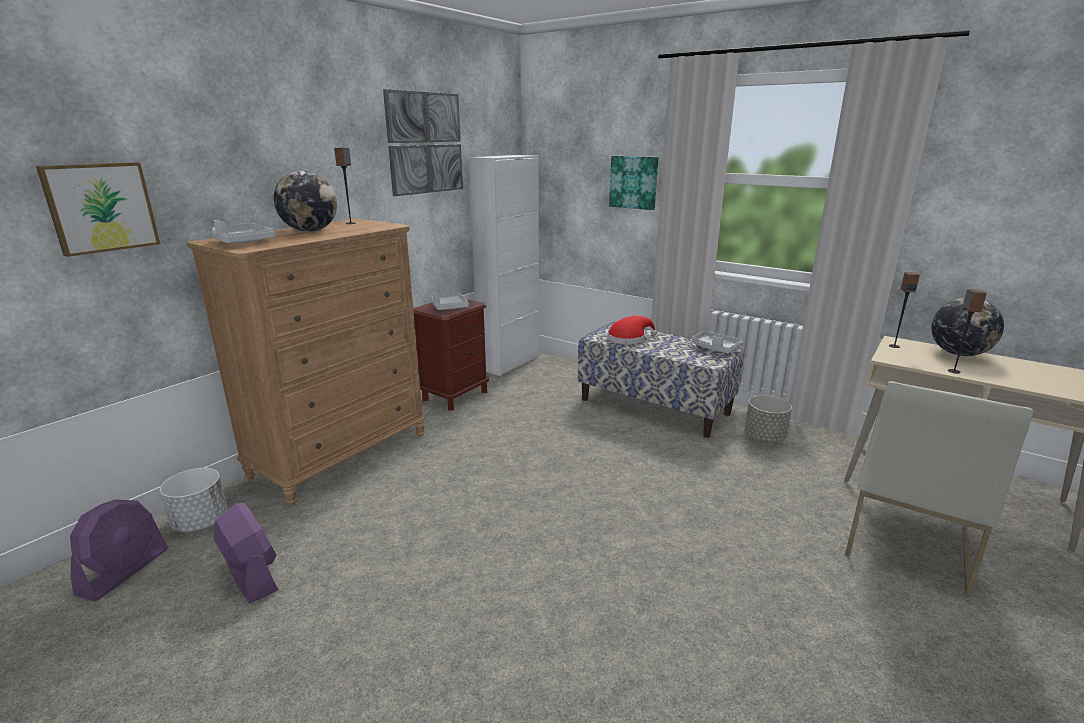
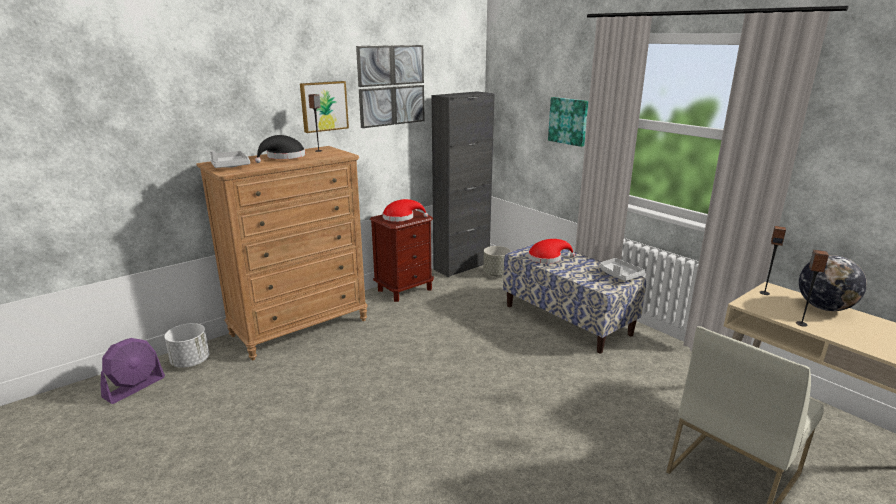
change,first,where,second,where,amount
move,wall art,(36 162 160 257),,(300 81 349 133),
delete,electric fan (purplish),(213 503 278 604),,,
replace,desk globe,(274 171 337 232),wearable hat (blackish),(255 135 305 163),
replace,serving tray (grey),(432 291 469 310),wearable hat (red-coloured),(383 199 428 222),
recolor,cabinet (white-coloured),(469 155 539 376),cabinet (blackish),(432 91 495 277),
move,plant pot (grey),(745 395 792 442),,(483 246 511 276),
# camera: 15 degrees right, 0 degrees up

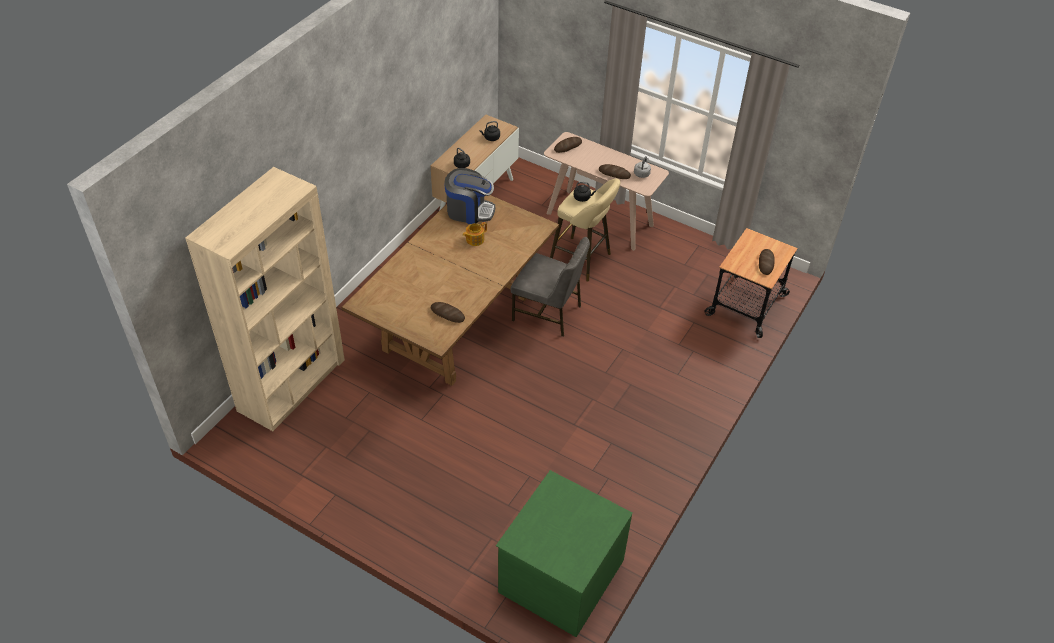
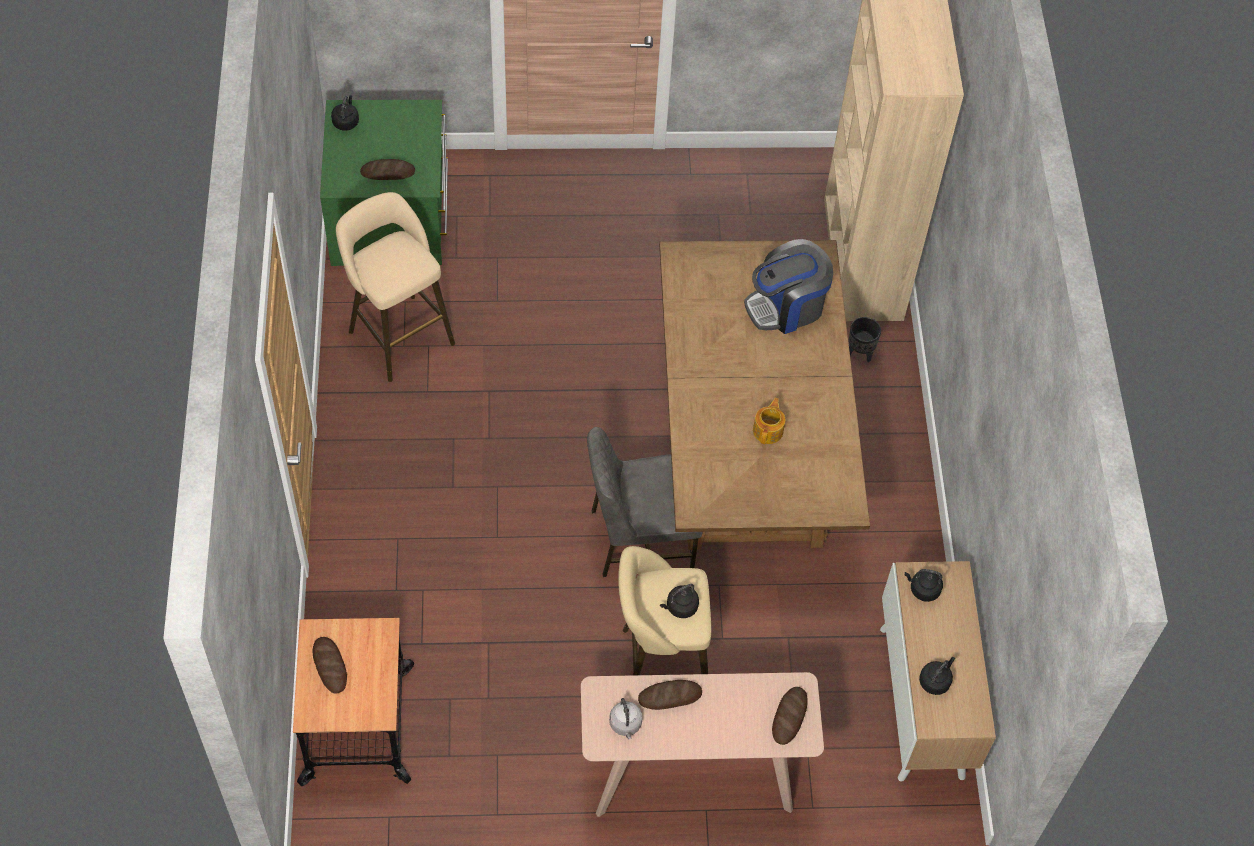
change,first,where,second,where,amount
move,baked bread,(431 302 465 323),,(360 159 415 180),
move,coffee maker,(444 168 495 224),,(744 239 833 334),
insert,,,tea kettle (blackish),(331 95 359 131),
insert,,,stool (sand-coloured),(336 192 455 382),
insert,,,plant pot (blackish),(849 317 881 362),
# camera: 145 degrees right, 10 degrees up

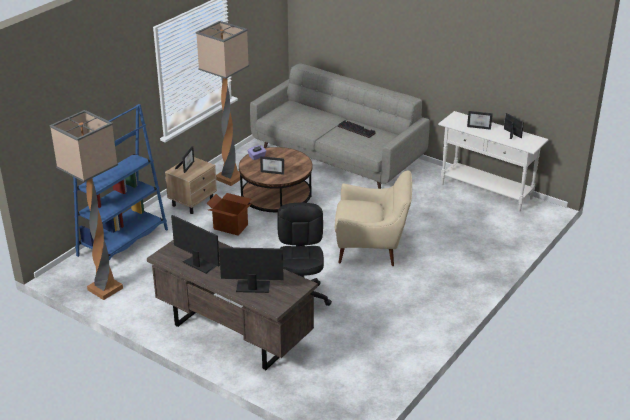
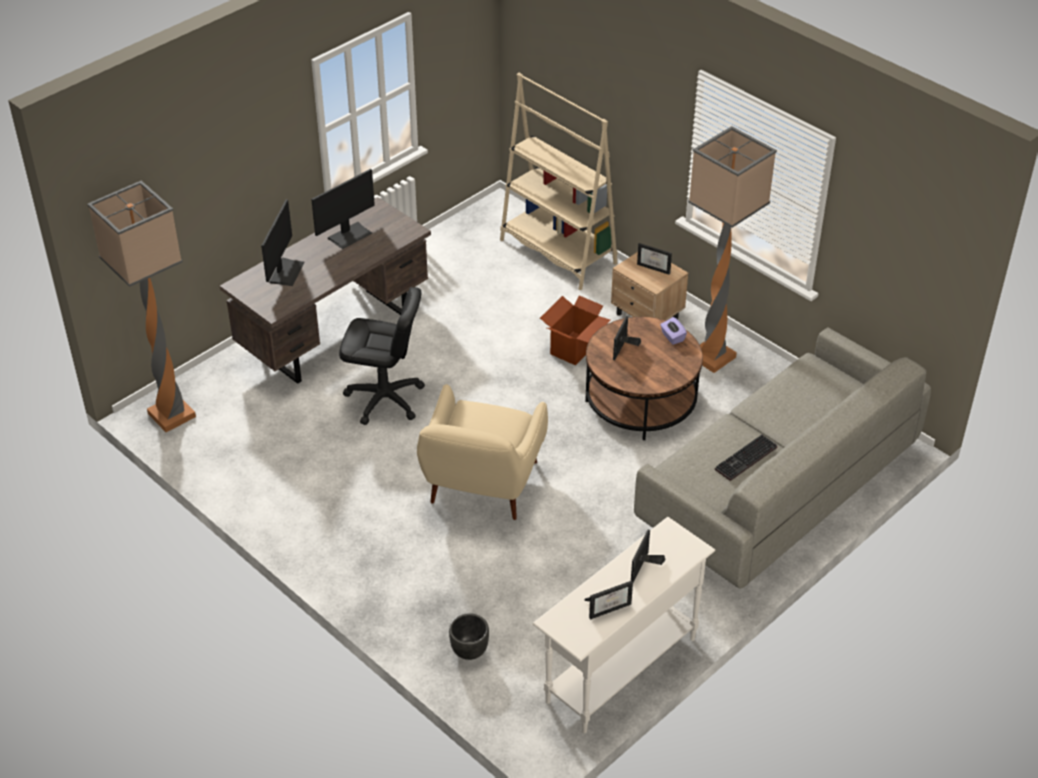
change,first,where,second,where,amount
move,standard lamp,(49 110 123 300),,(87 181 196 432),
recolor,shelving unit (bluish),(73 104 168 260),shelving unit (sand-coloured),(500 73 618 290),
insert,,,plant pot (blackish),(449 613 489 660),
# camera: 100 degrees right, 10 degrees up

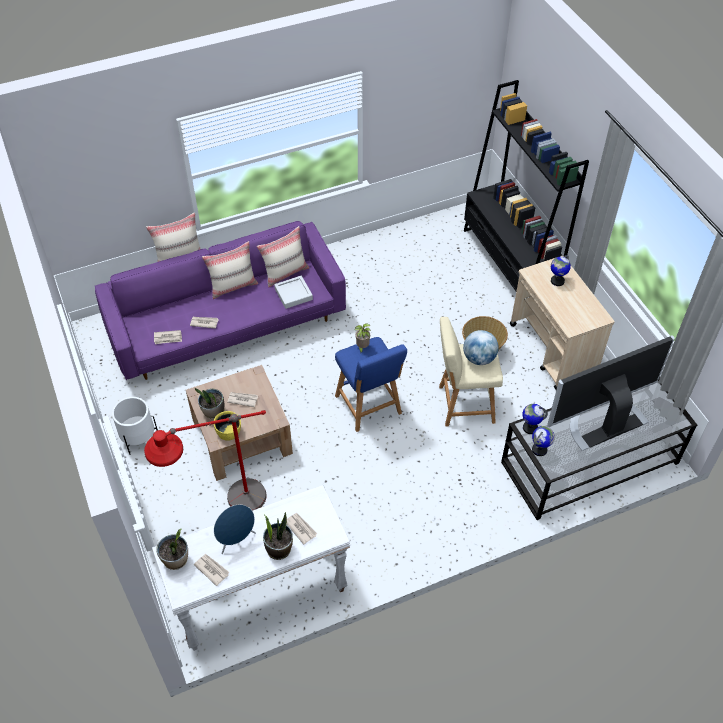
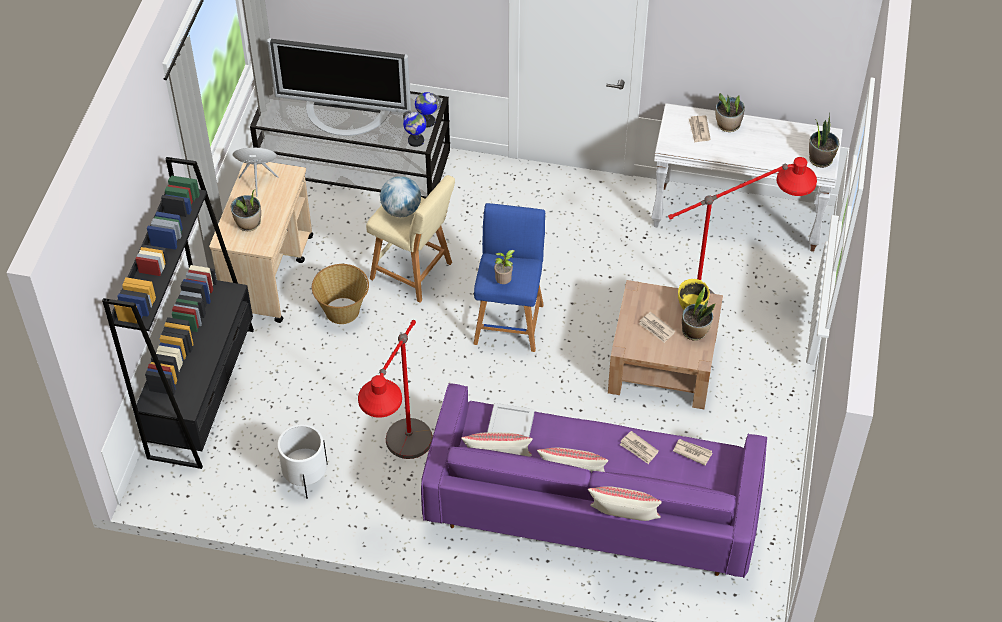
change,first,where,second,where,amount
move,plant pot (white-coloured),(112 397 158 455),,(277 424 328 499),
delete,daily paper,(194 554 230 586),,,
move,audio speaker (bluish),(214 505 256 554),,(233 148 278 197),
replace,desk globe,(551 255 571 286),houseplant,(231 189 261 231),
insert,,,standard lamp (red-coloured),(358 320 433 459),
# camera: 145 degrees left, 0 degrees up

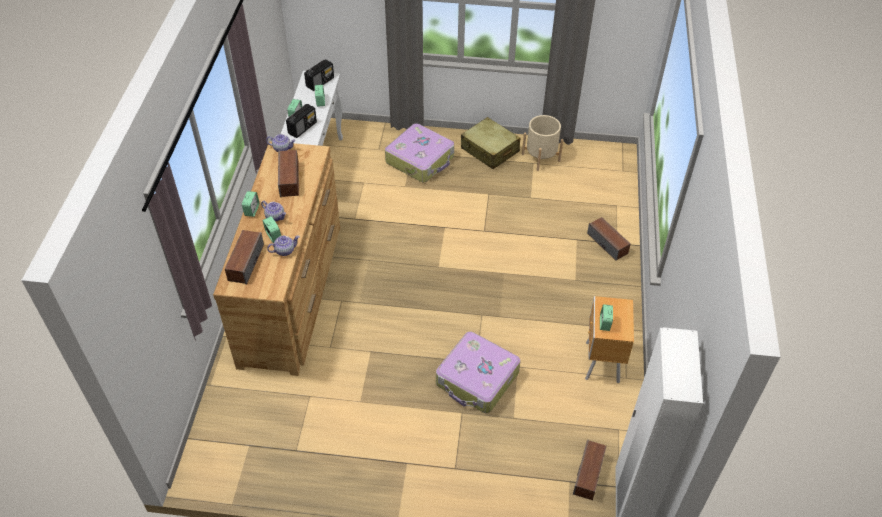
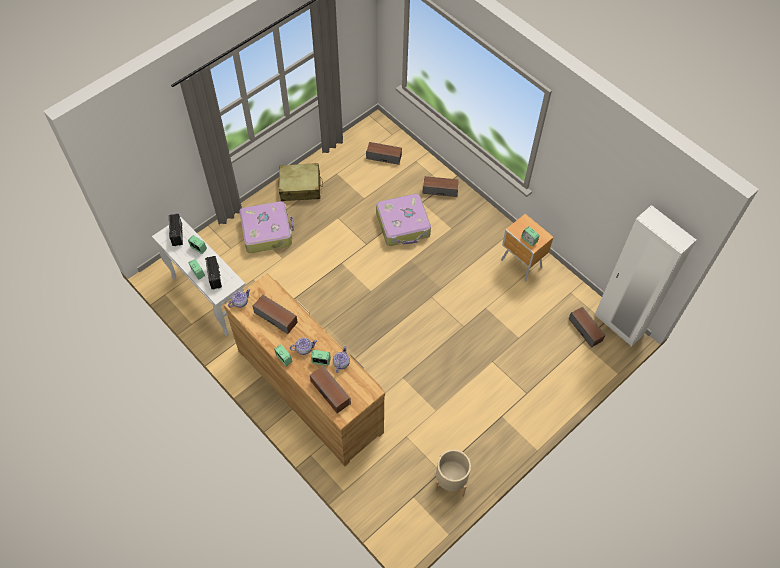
change,first,where,second,where,amount
move,suitcase,(436 331 521 413),,(376 194 431 246),
move,plant pot (sand-coloured),(522 115 563 171),,(434 450 471 497),
insert,,,audio speaker,(366 142 402 165),
# camera: 50 degrees left, 10 degrees up

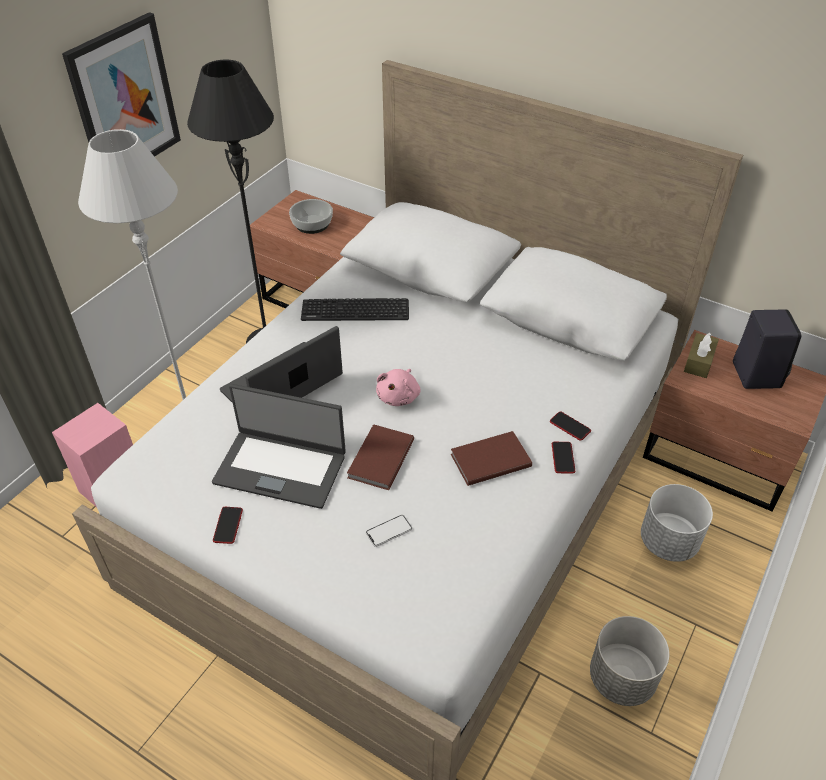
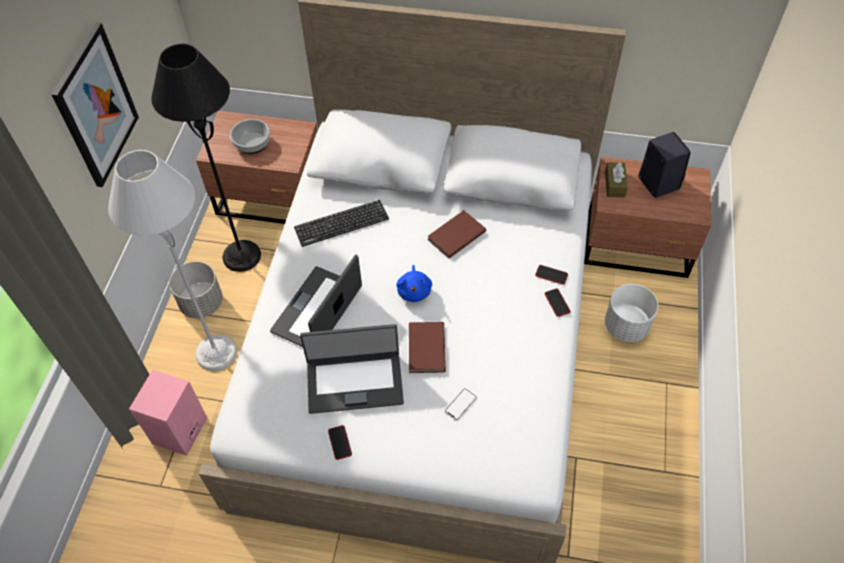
change,first,where,second,where,amount
recolor,cuddly toy (pink-coloured),(376 369 421 406),cuddly toy (bluish),(396 265 432 302),
move,volume (brown-coloured),(451 431 532 486),,(427 210 486 258),
move,plant pot (grey),(590 616 669 706),,(169 261 223 318),
# camera: 20 degrees left, 10 degrees up

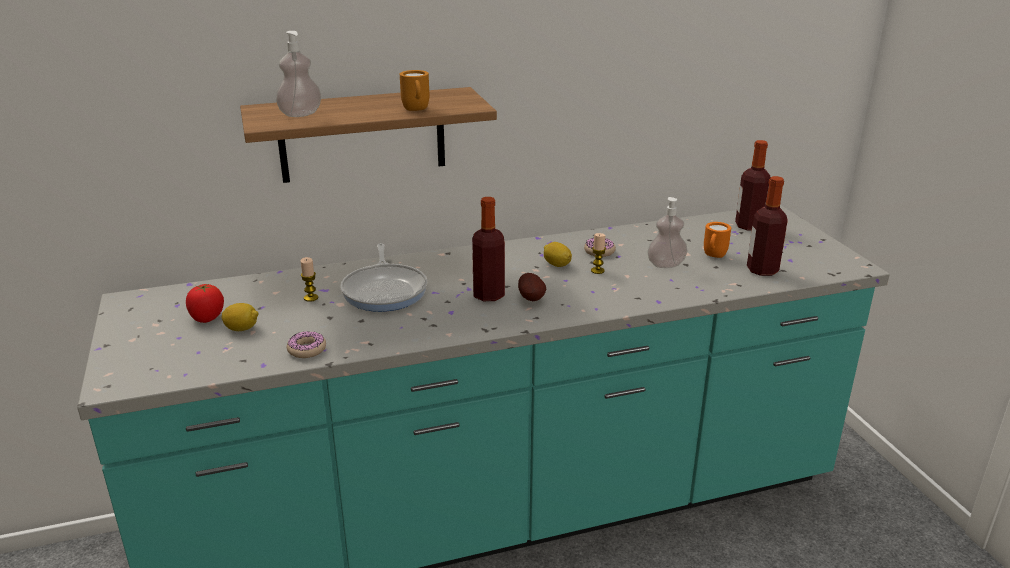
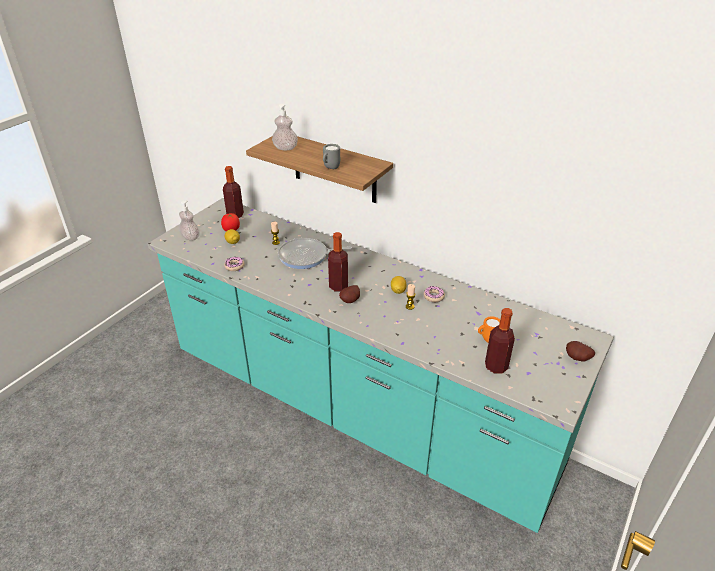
change,first,where,second,where,amount
rotate,skillet,(340 243 427 312),,(278 238 352 269),45 degrees clockwise
recolor,tea mug (orange-coloured),(400 70 429 111),tea mug (grey),(323 144 340 169),
move,soap bottle,(647 197 688 268),,(179 200 199 241),
move,drink bottle,(735 140 771 231),,(223 166 244 218),
insert,,,whole potato,(566 341 595 362),
# camera: 50 degrees right, 10 degrees up

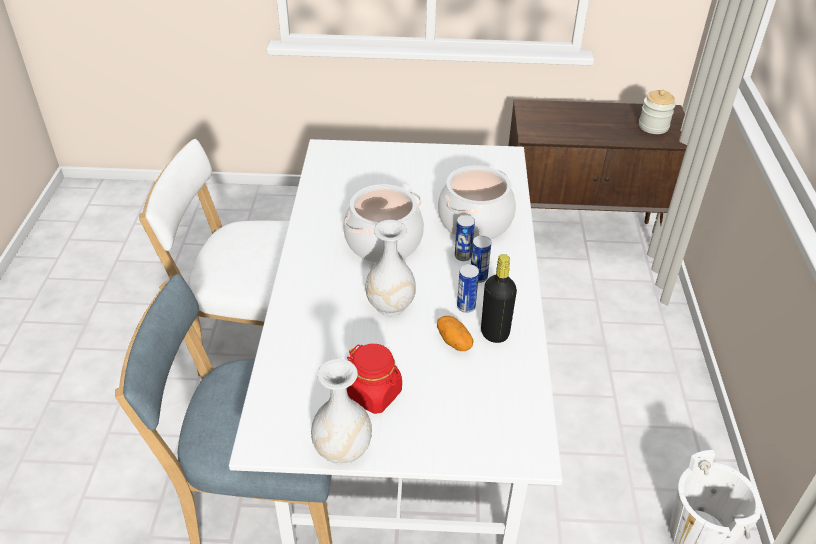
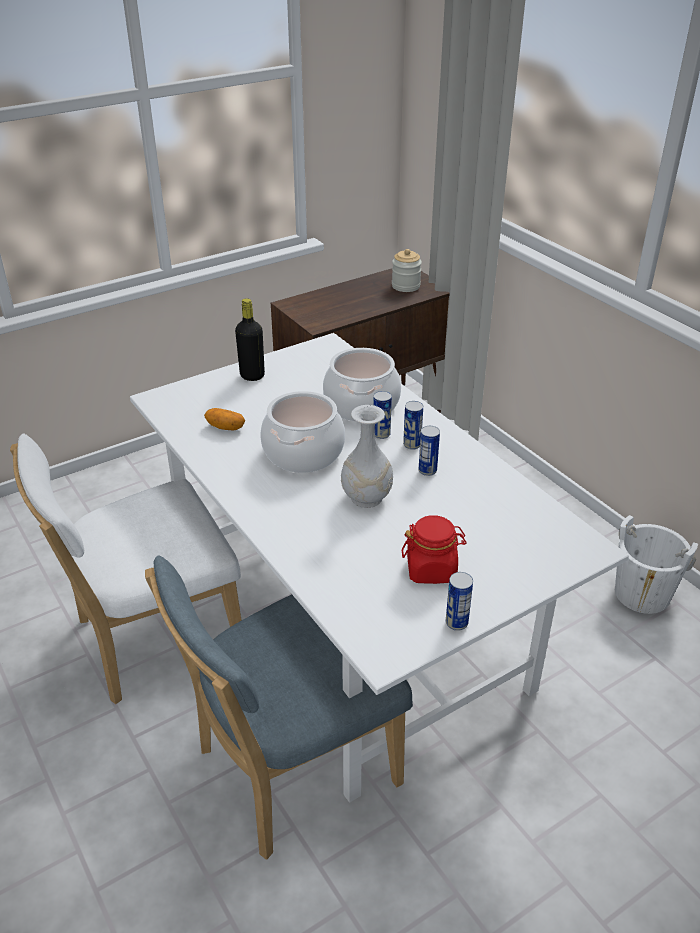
change,first,where,second,where,amount
replace,decorative vase (white-coloured),(311 359 372 465),sealed can,(446 572 473 631),
move,whole potato,(437 316 473 351),,(204 408 245 430),
move,drink bottle (blackish),(481 254 517 343),,(235 298 265 381),
# camera: 35 degrees left, 5 degrees down

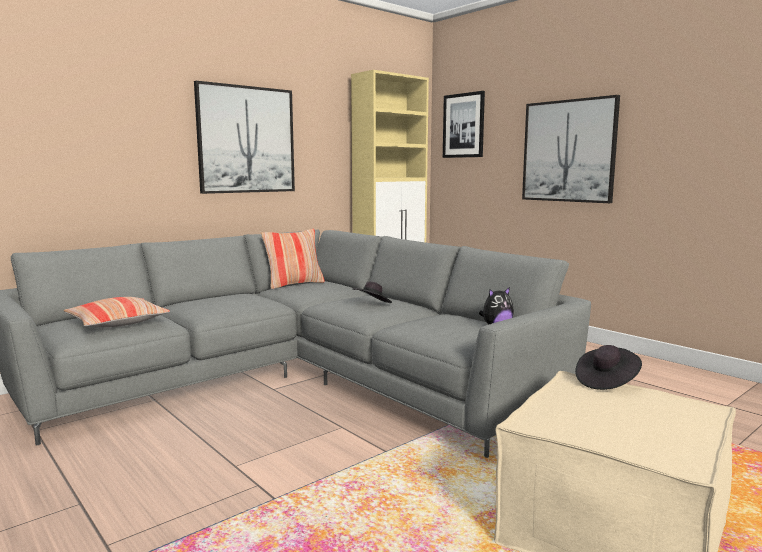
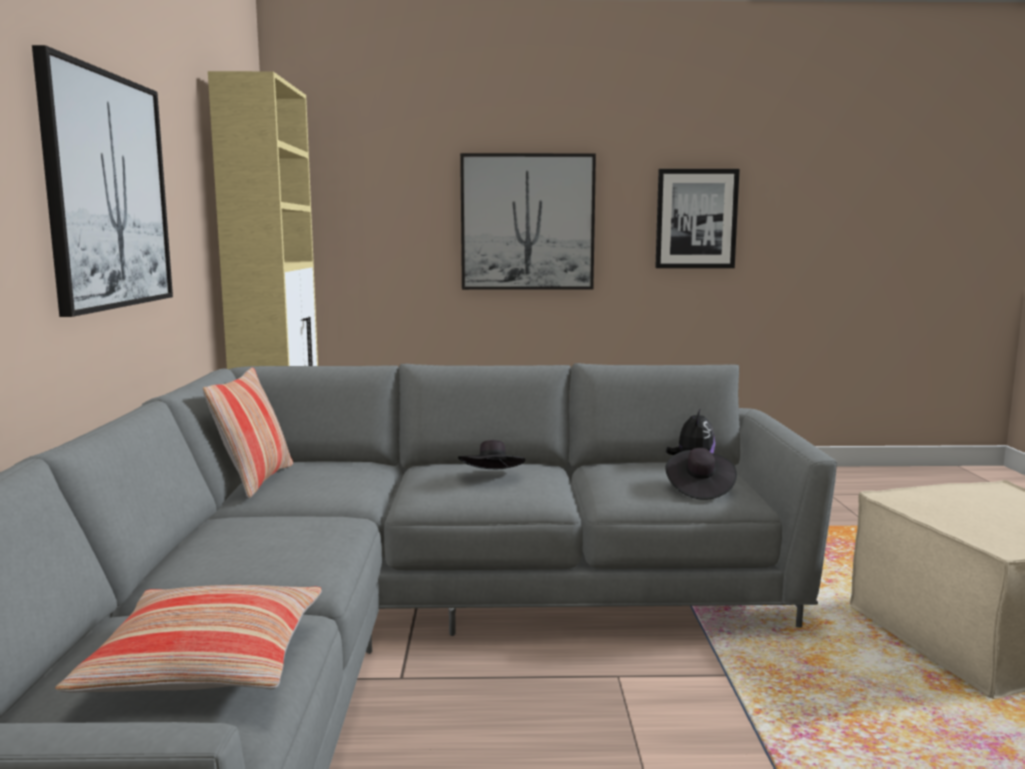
change,first,where,second,where,amount
move,wall art,(443 91 485 158),,(655 169 740 268),
move,wearable hat (blackish),(575 345 642 390),,(666 448 737 500),
# camera: 50 degrees left, 0 degrees up

